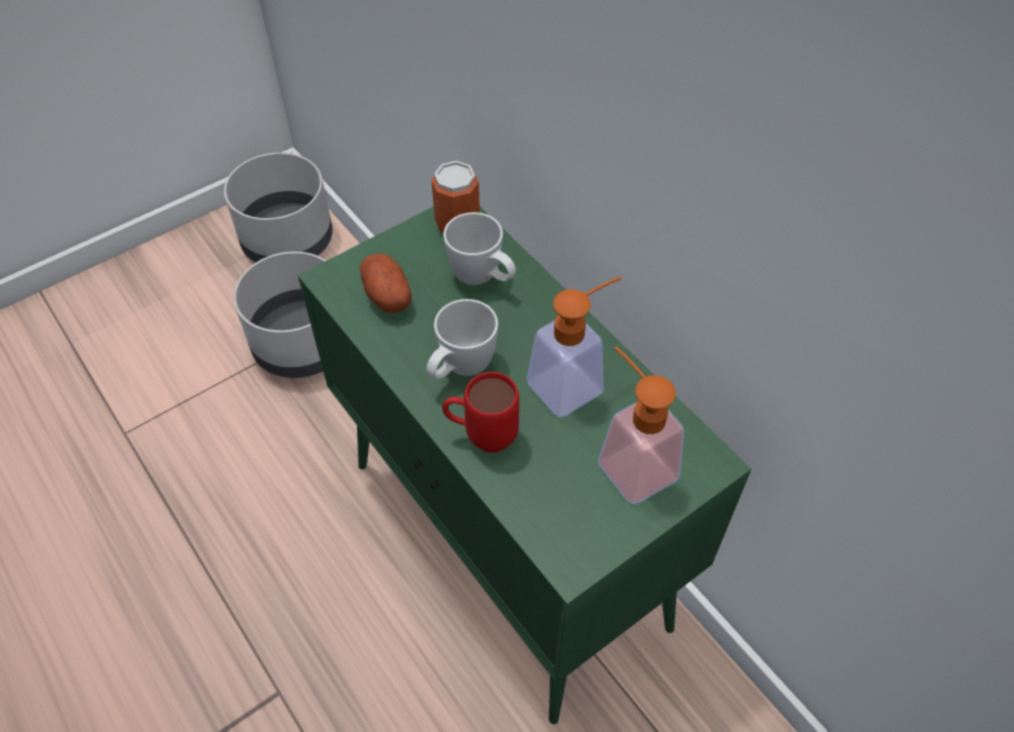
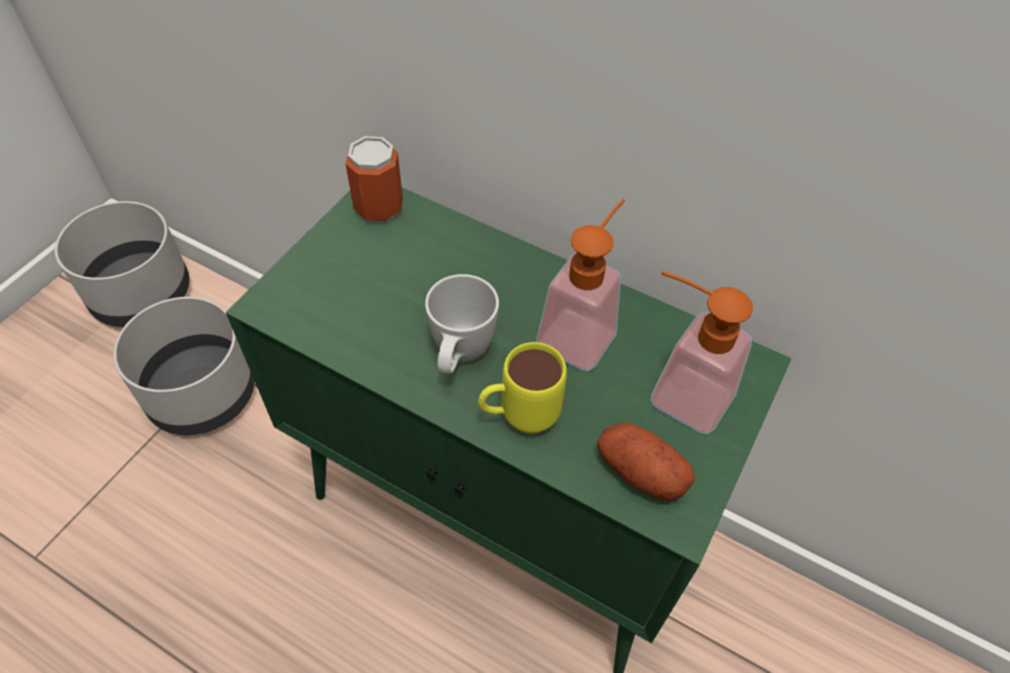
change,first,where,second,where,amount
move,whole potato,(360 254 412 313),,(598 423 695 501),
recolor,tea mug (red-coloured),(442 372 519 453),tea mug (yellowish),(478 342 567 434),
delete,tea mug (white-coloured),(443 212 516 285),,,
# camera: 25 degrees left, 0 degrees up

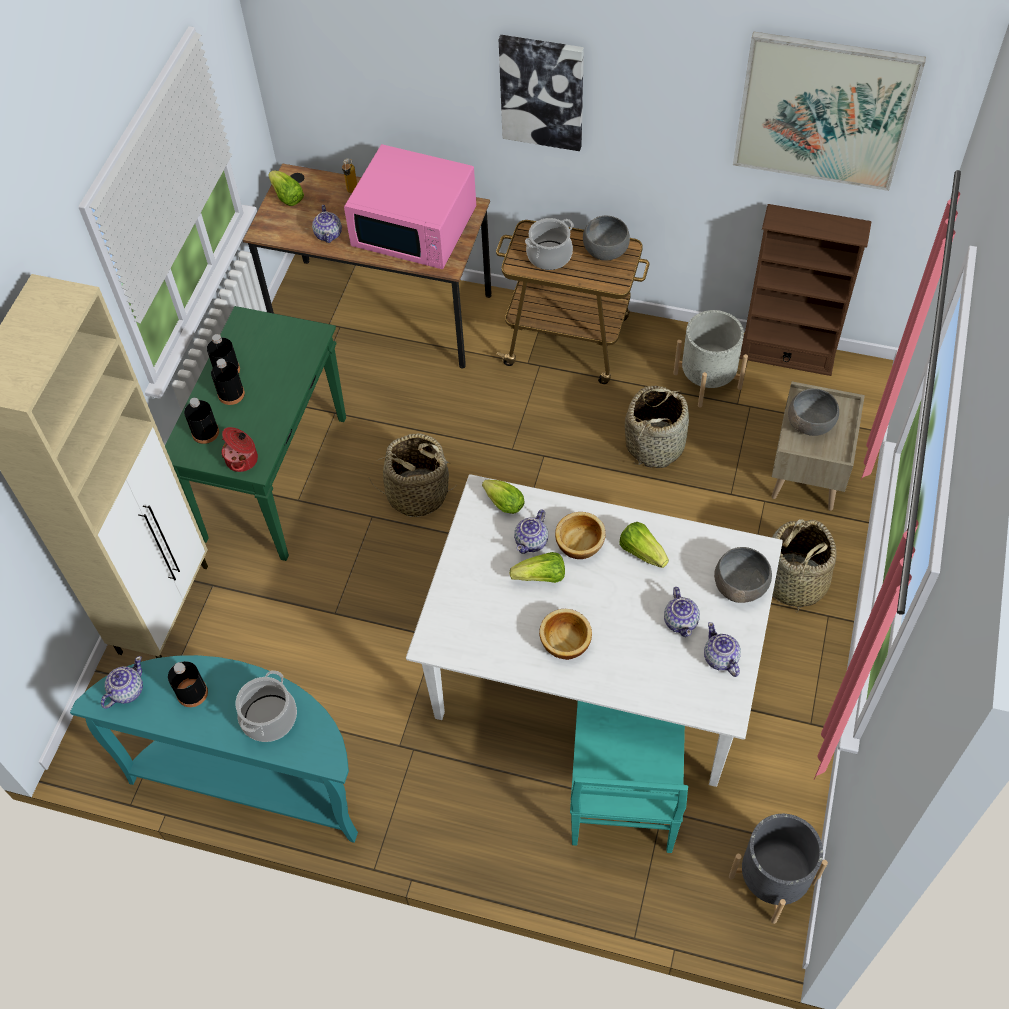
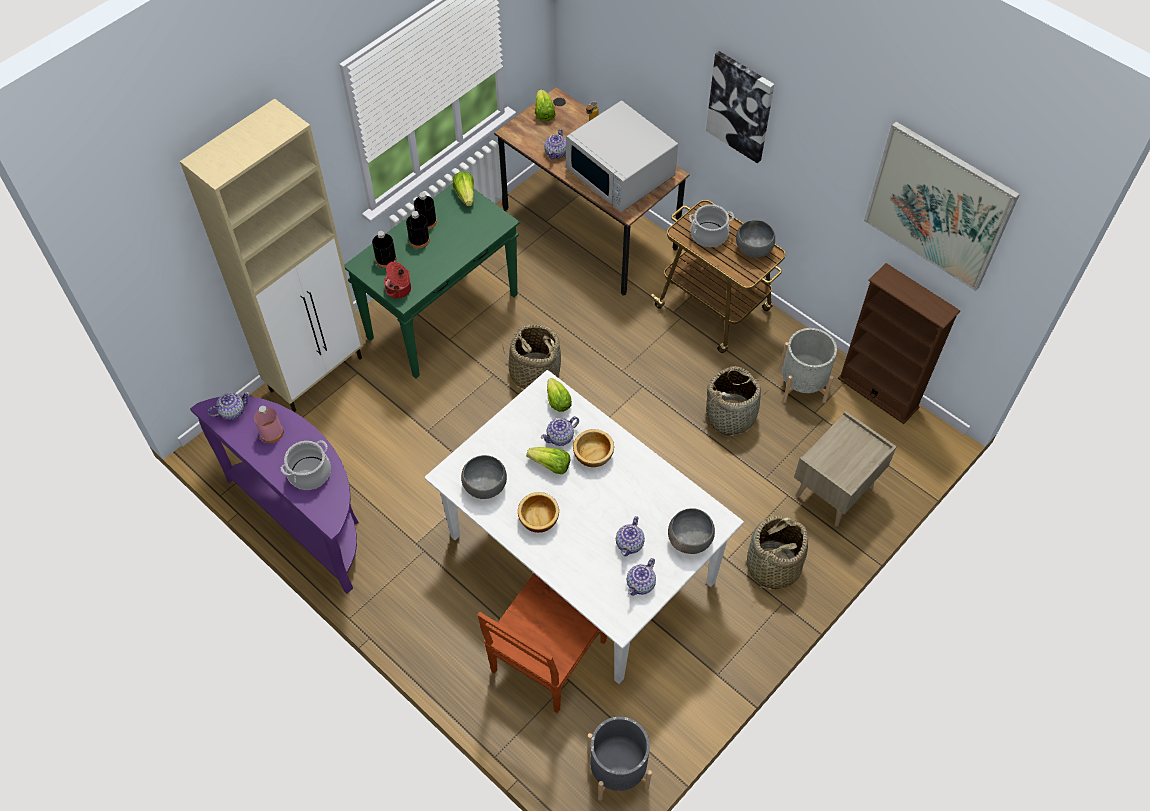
change,first,where,second,where,amount
recolor,narrow table (turquoise),(70 655 358 843),narrow table (purplish),(190 395 359 594),
recolor,drink bottle (blackish),(168 661 208 707),drink bottle (pink-coloured),(254 406 283 443),
recolor,microwave oven (pink-coloured),(344 144 476 269),microwave oven (white-coloured),(566 100 678 212),
recolor,chair (turquoise),(570 701 688 853),chair (brown-coloured),(477 573 607 713),
move,lettuce head,(619 522 669 568),,(453 171 474 206),
rotate,tea pot,(704 622 741 677),,(627 558 656 596),150 degrees counterclockwise
move,deep dish (grey),(788 389 839 436),,(461 455 507 499),
# camera: 25 degrees right, 0 degrees up

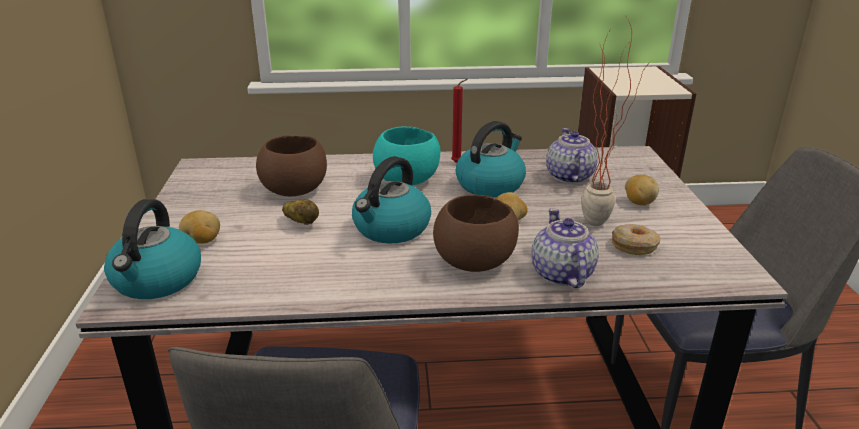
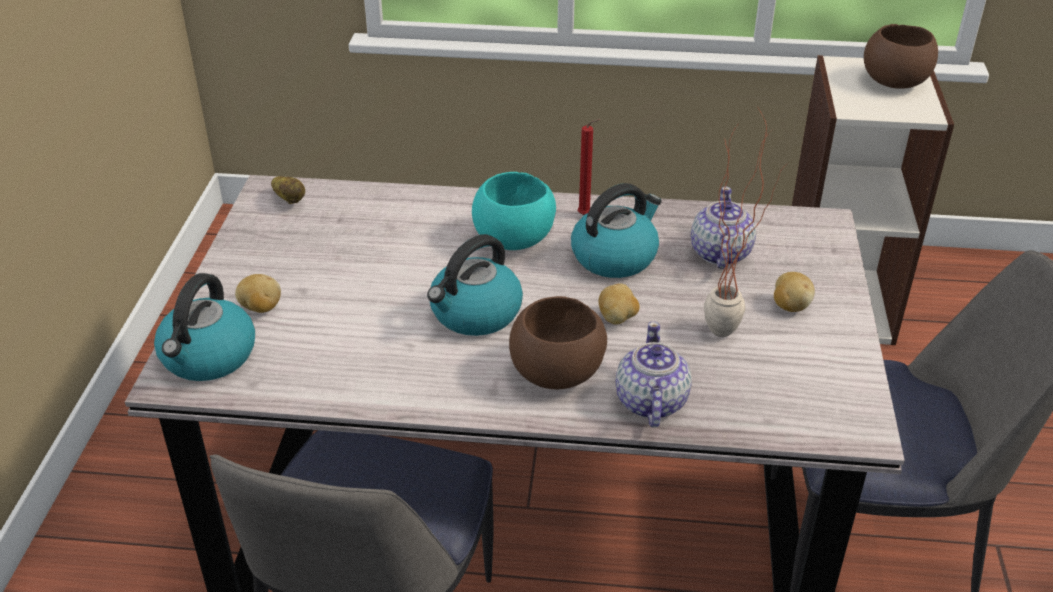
change,first,where,second,where,amount
move,deep dish (brown-coloured),(256 135 327 196),,(864 24 938 89),
move,whole potato,(282 200 319 225),,(271 176 305 204),
delete,donut,(612 224 660 255),,,
# camera: 10 degrees right, 10 degrees up

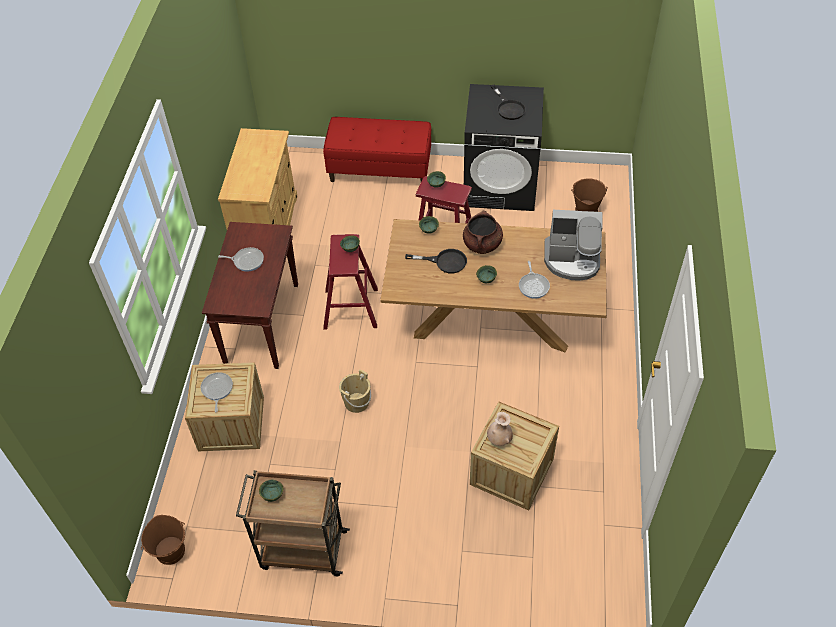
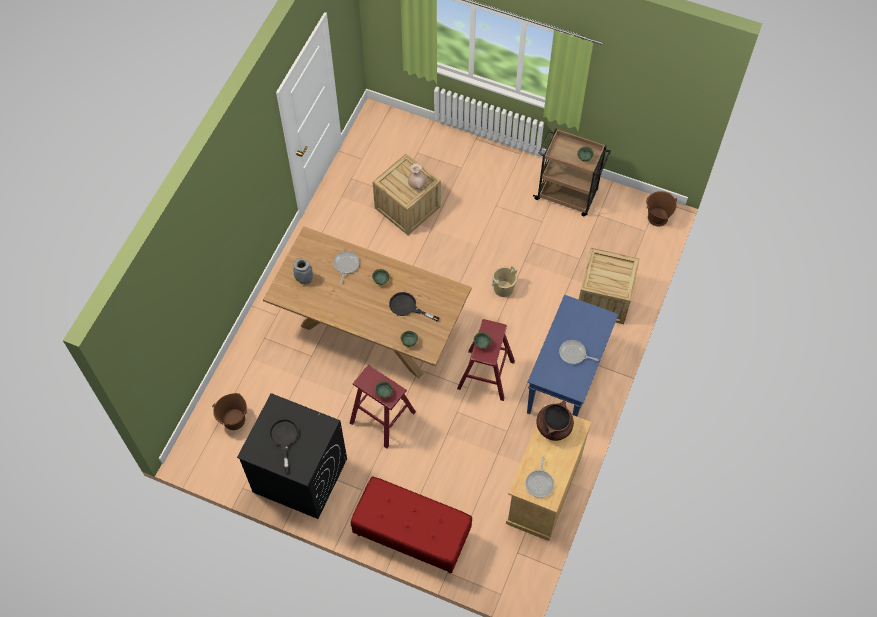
change,first,where,second,where,amount
move,skillet,(201 372 233 412),,(525 456 554 498),
recolor,narrow table (brown-coloured),(202 222 298 369),narrow table (bluish),(527 295 618 416),
move,cooking pot (brown-coloured),(463 210 503 254),,(536 401 574 441),
replace,coffee maker,(544 210 603 281),decorative vase (grey),(294 259 313 284),
# camera: 165 degrees left, 10 degrees up

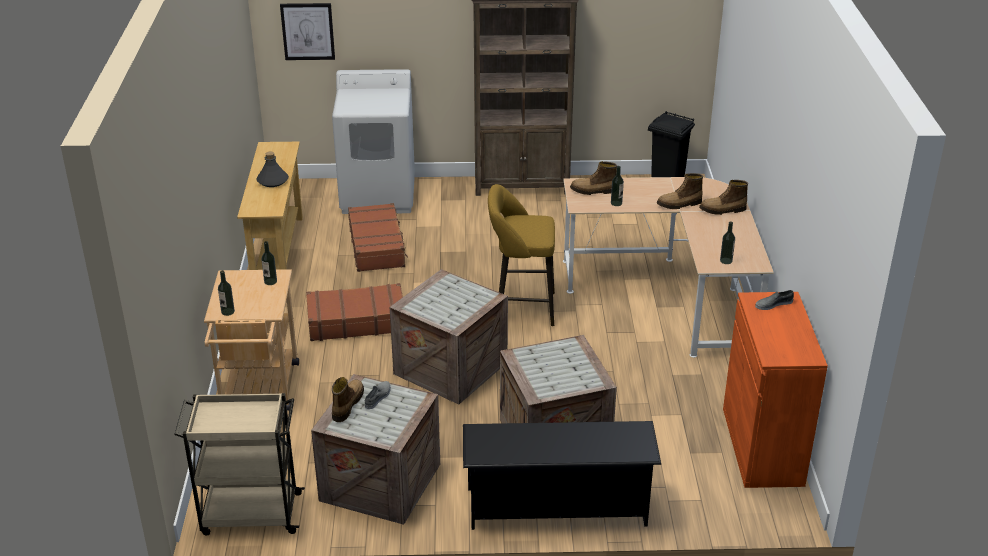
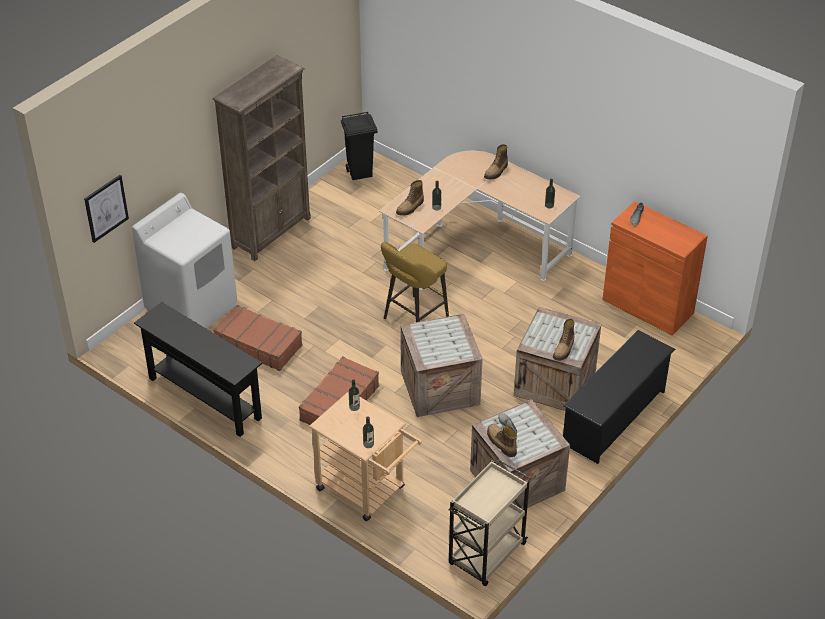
change,first,where,second,where,amount
recolor,narrow table (sand-coloured),(237 142 303 270),narrow table (blackish),(134 302 262 437),
delete,drink bottle (grey),(256 151 289 187),,,
move,tall boot,(657 173 703 209),,(553 318 575 361),
# camera: 50 degrees left, 10 degrees up

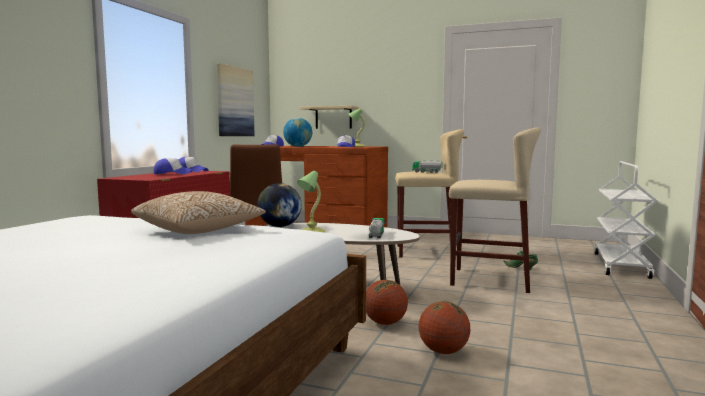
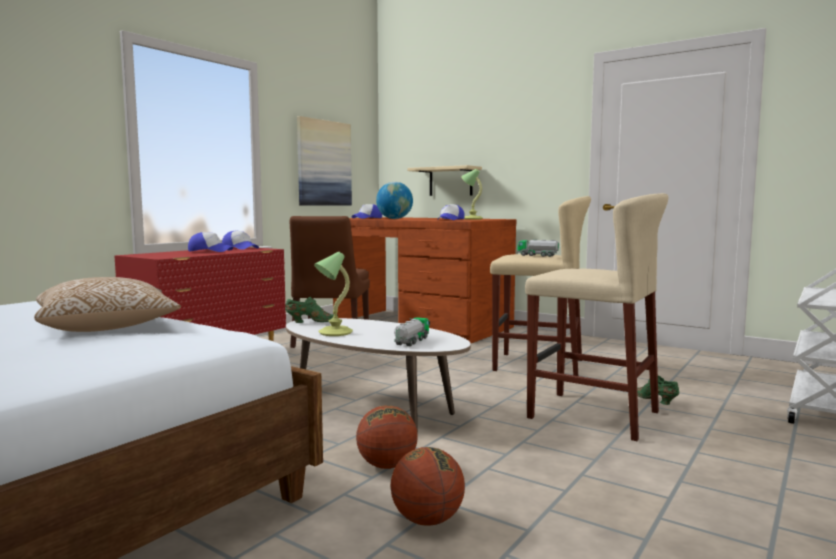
change,first,where,second,where,amount
replace,desk globe,(257 183 302 227),low shoe (green),(285 297 338 323),
# camera: 15 degrees right, 0 degrees up

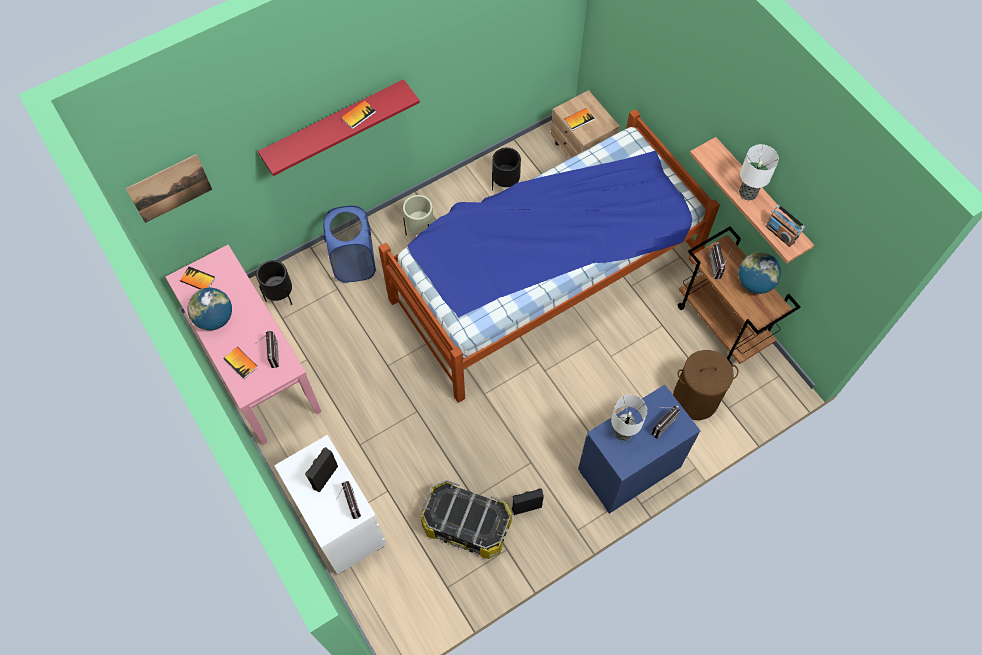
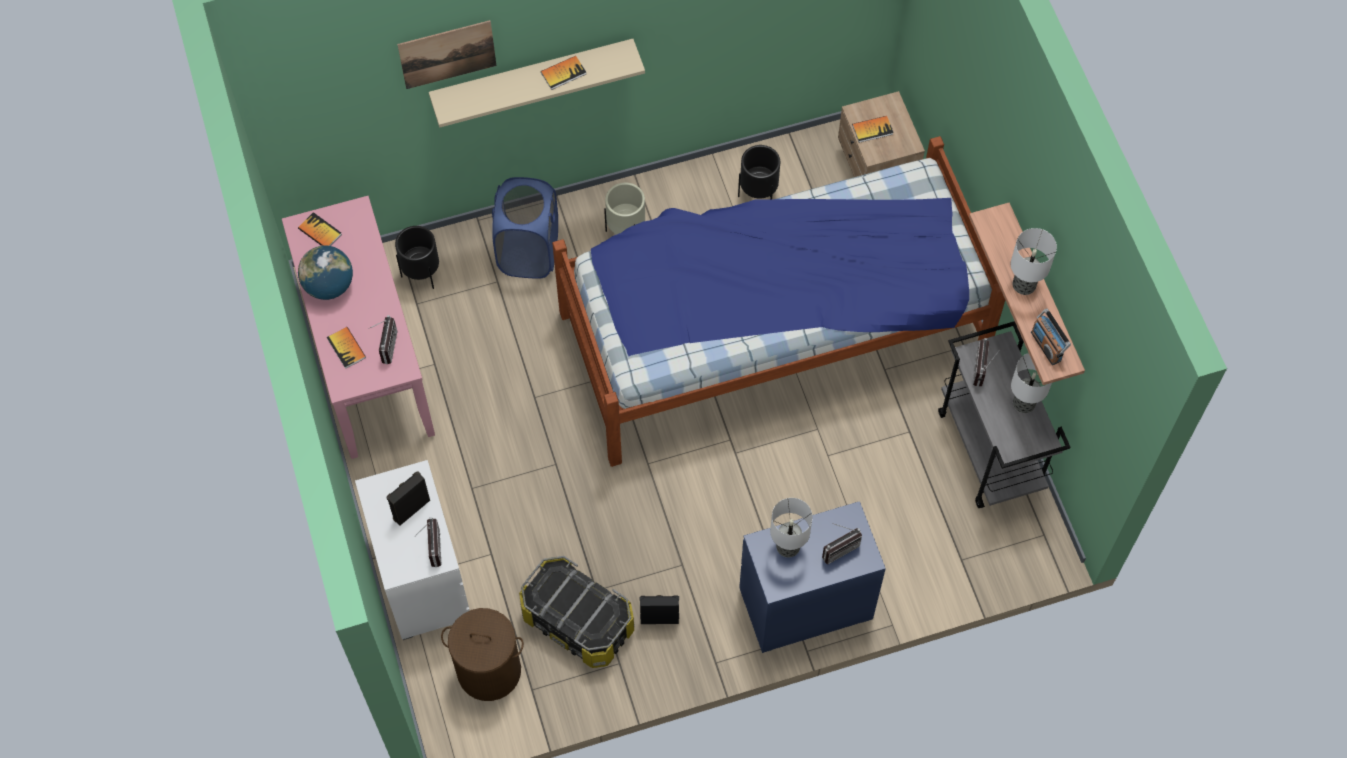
change,first,where,second,where,amount
move,wall art,(125 154 212 223),,(397 20 497 89),
recolor,wall shelf (red-coloured),(258 79 420 176),wall shelf (sand-coloured),(429 39 645 128),
move,washing basket (brown-coloured),(673 350 738 420),,(441 608 524 701),
recolor,wheeled cart (brown-coloured),(678 227 800 367),wheeled cart (grey),(938 321 1070 508),
replace,desk globe,(738 252 781 294),tabletop lamp,(1011 353 1052 413),
# camera: 15 degrees right, 0 degrees up

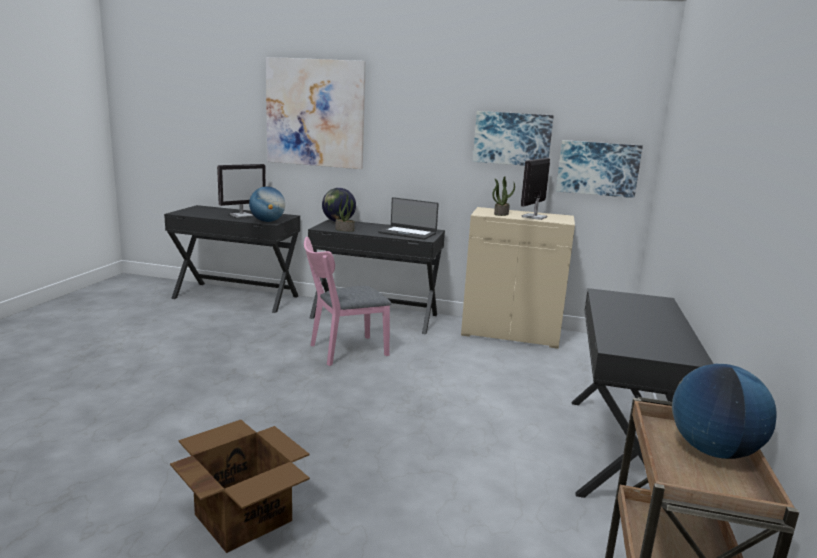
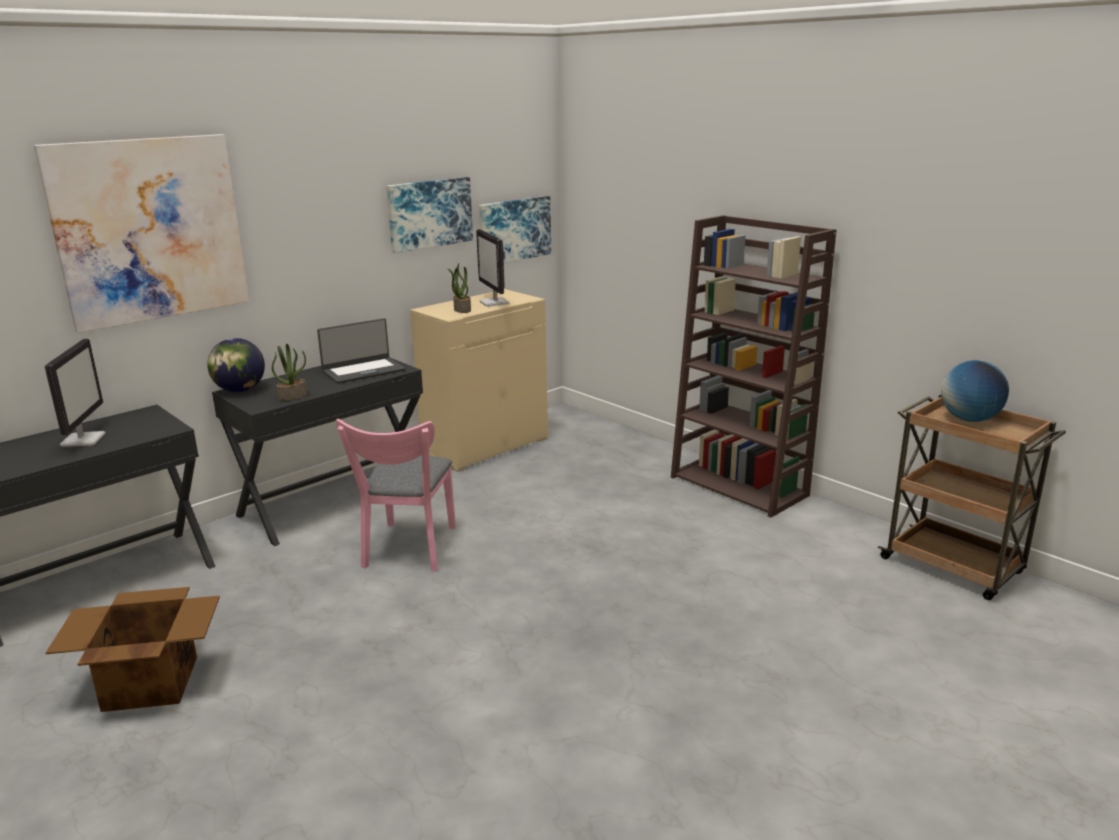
change,first,where,second,where,amount
move,packing box,(170 420 310 553),,(46 587 220 712),
delete,desk globe,(249 186 285 222),,,
replace,desk unit (blackish),(572 288 713 498),shelving unit (brown-coloured),(671 215 836 518),
# camera: 55 degrees left, 5 degrees up

